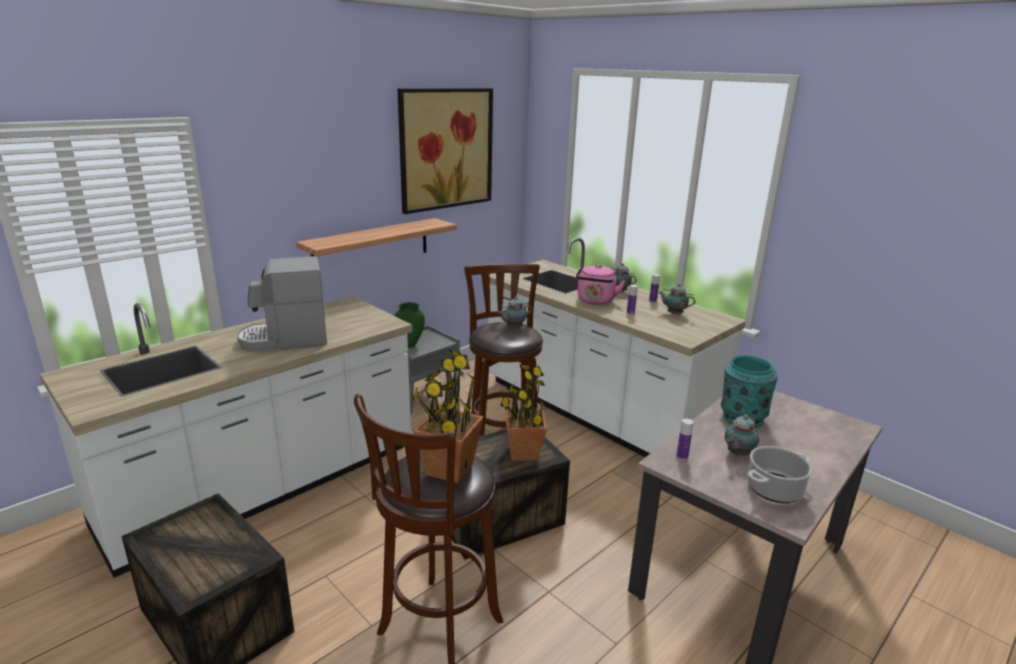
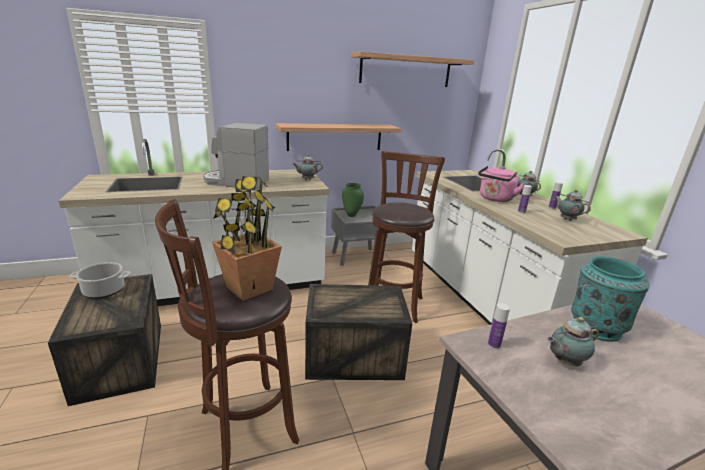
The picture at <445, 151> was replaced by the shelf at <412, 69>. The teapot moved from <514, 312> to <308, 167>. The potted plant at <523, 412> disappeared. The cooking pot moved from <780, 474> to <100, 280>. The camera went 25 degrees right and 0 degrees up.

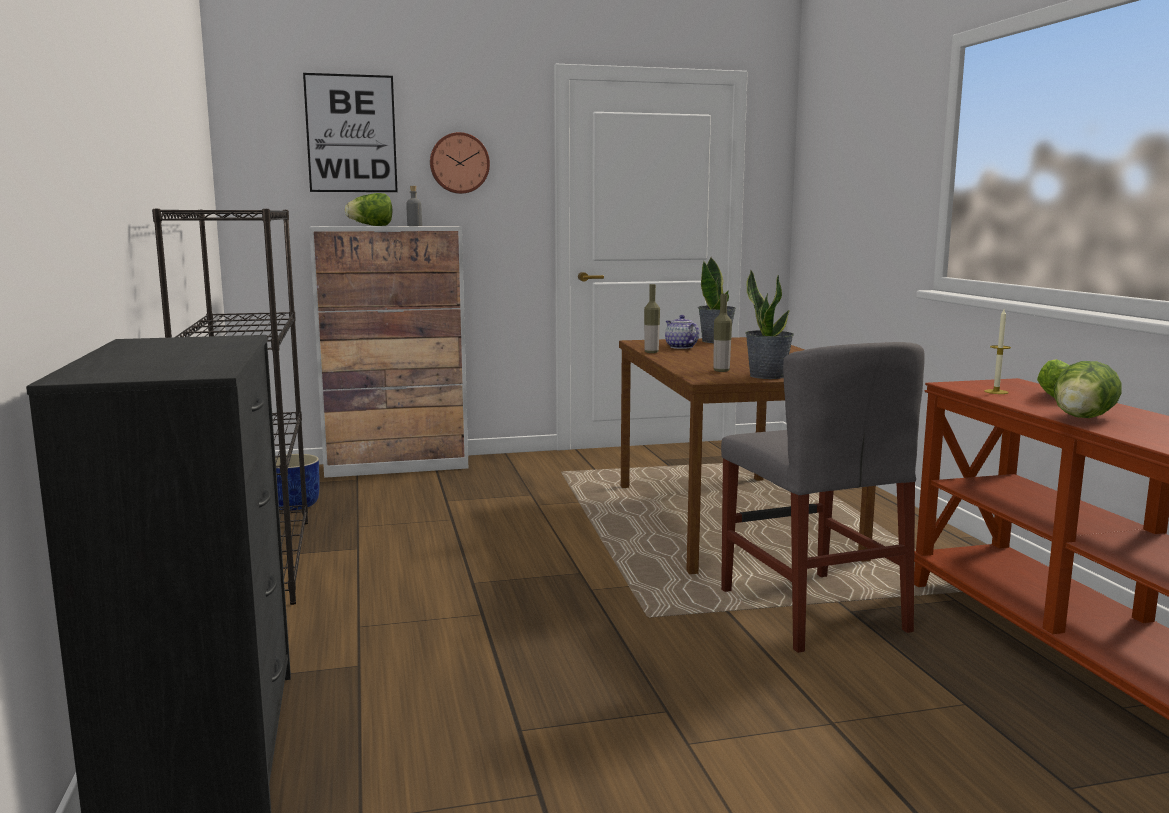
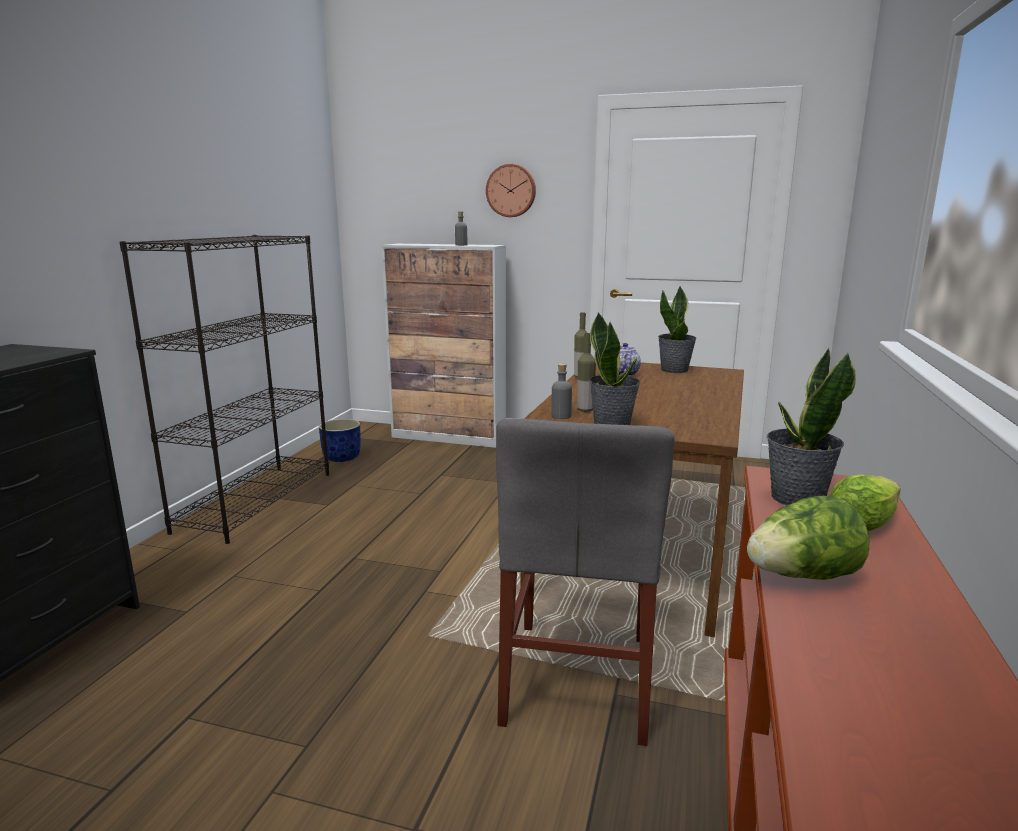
The picture at <350, 132> disappeared. The lettuce at <368, 209> disappeared. The candle at <997, 351> was replaced by the potted plant at <811, 426>. The grey bottle at <562, 391> appeared. The camera went 30 degrees right and 5 degrees up.

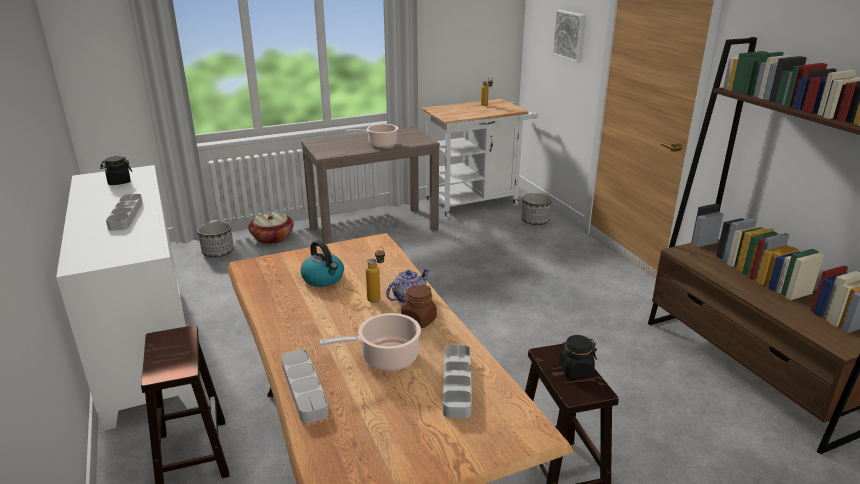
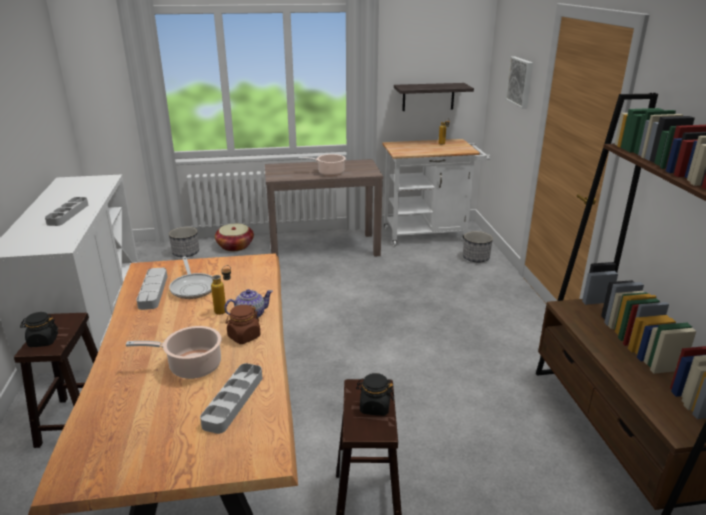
The black jar moved from <116, 170> to <39, 329>. The grey tray moved from <305, 386> to <151, 289>. The kettle at <322, 263> was replaced by the frying pan at <191, 277>. The shelf at <434, 97> appeared. The camera went 15 degrees right and 0 degrees up.

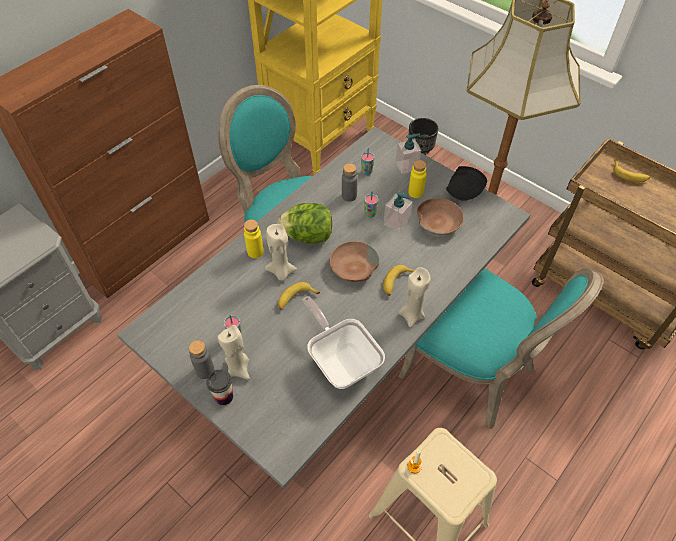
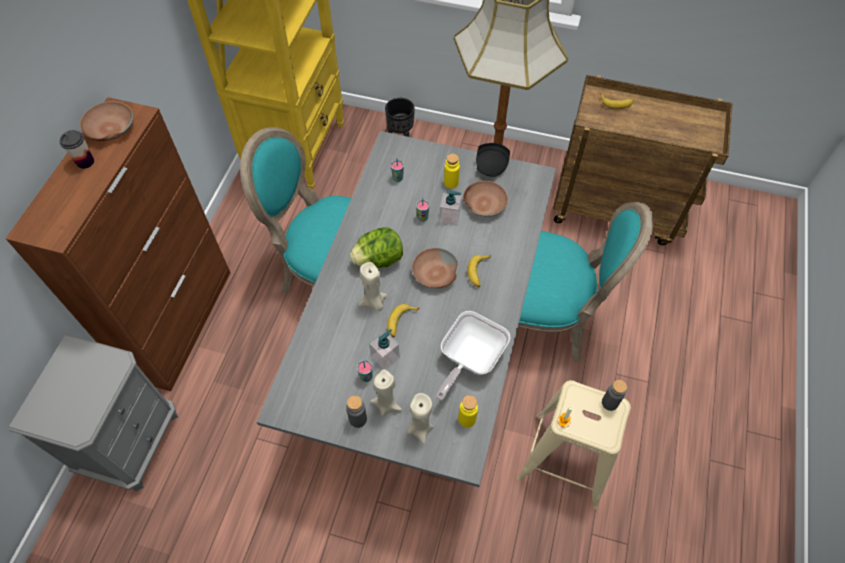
The cup moved from <219, 387> to <77, 149>. The yellow bottle moved from <254, 238> to <468, 411>. The frying pan at <344, 342> turned 90 degrees counterclockwise. The grey bottle moved from <350, 182> to <614, 395>. The soap dispenser moved from <408, 154> to <384, 349>. The beige candle moved from <415, 297> to <420, 418>. The brown bowl at <106, 121> appeared. The camera went 25 degrees left and 5 degrees up.

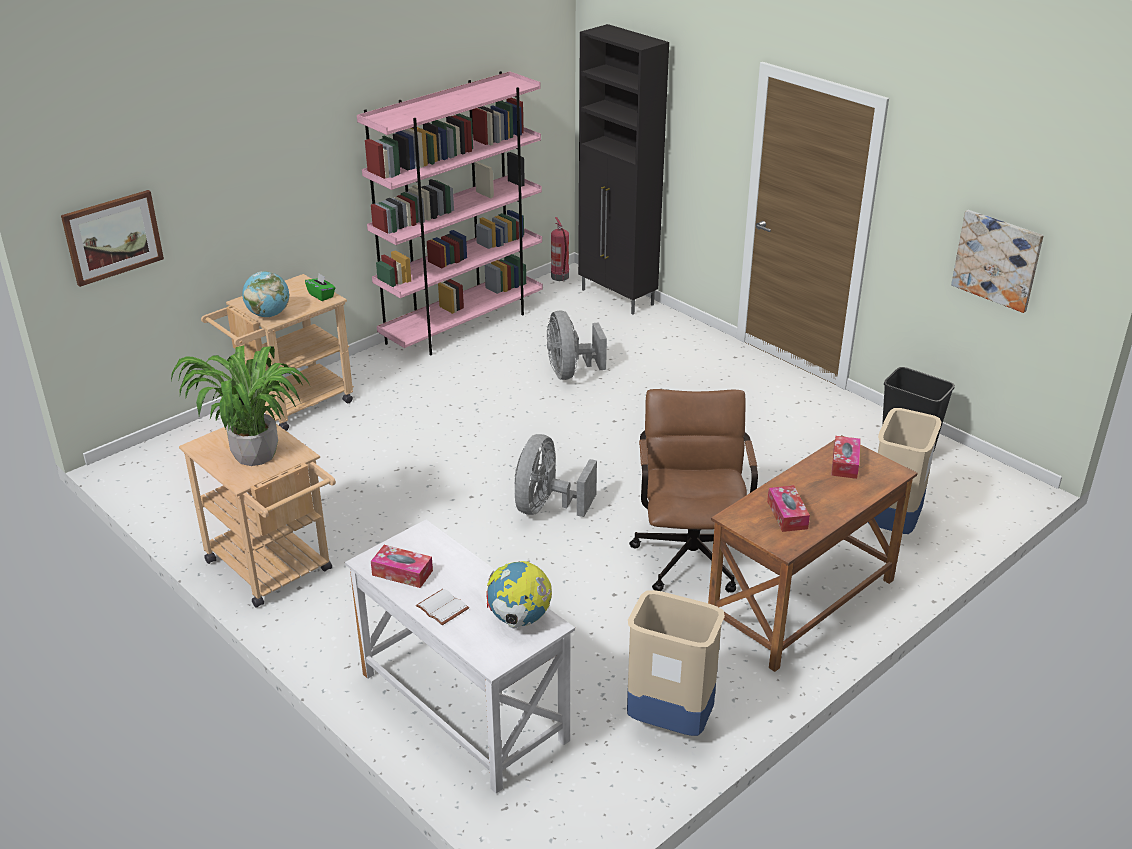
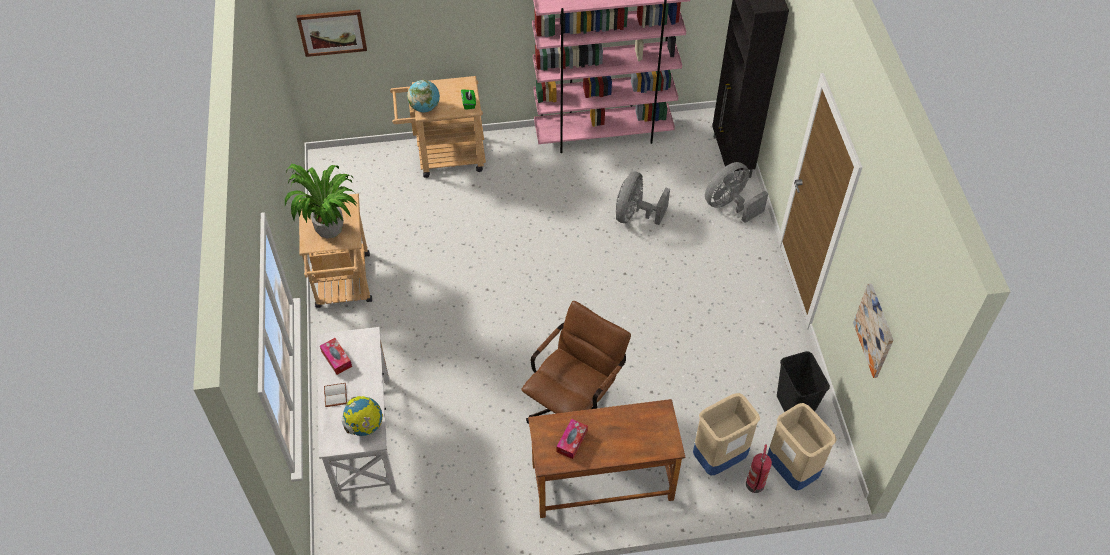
The grey fan moved from <556, 475> to <737, 192>. The fire extinguisher moved from <560, 249> to <759, 468>. The beige trash can moved from <676, 663> to <802, 447>. The tissue box at <846, 457> disappeared. The camera went 35 degrees right and 20 degrees up.

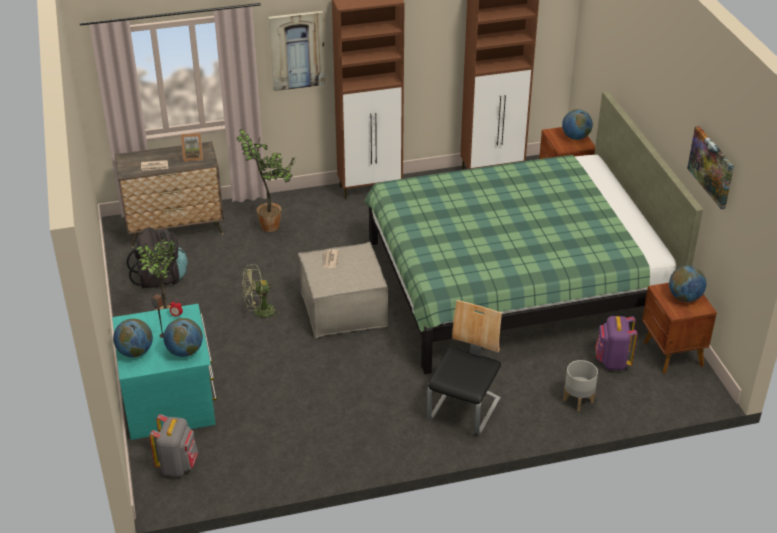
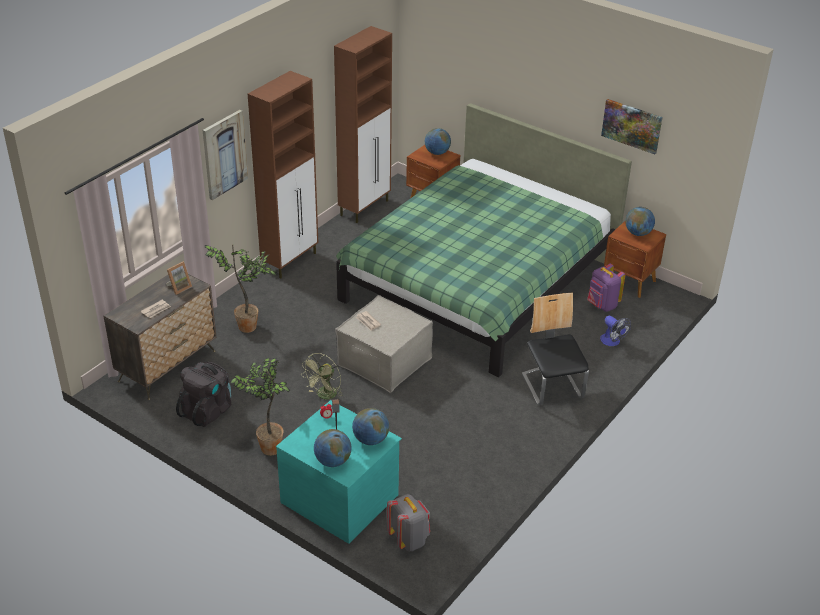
The grey planter at <580, 386> was replaced by the fan at <615, 331>. The camera went 40 degrees left and 0 degrees up.

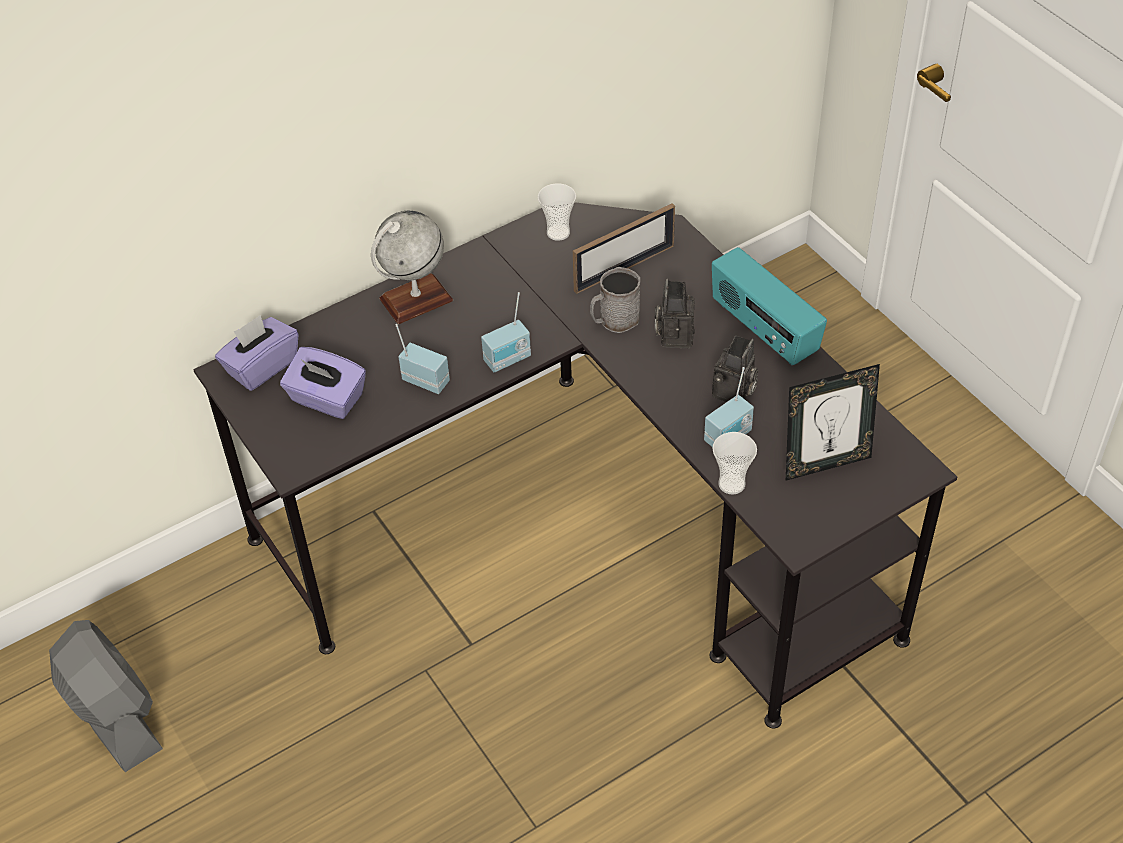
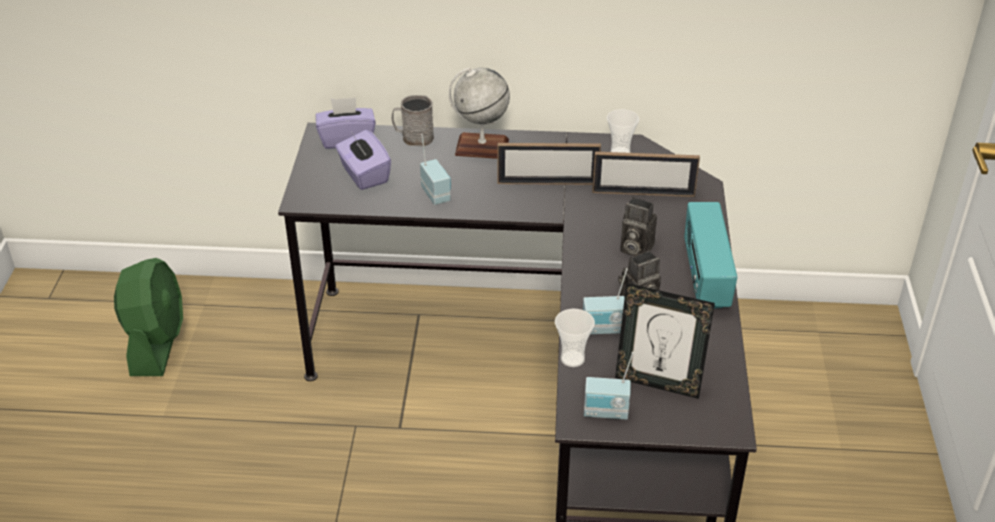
The grey fan at <106, 696> became the green fan at <148, 317>. The radio moved from <506, 332> to <609, 385>. The grey mug moved from <615, 300> to <413, 120>. The photo camera at <675, 313> turned 105 degrees counterclockwise. The picture frame at <549, 164> appeared. The camera went 35 degrees right and 10 degrees down.

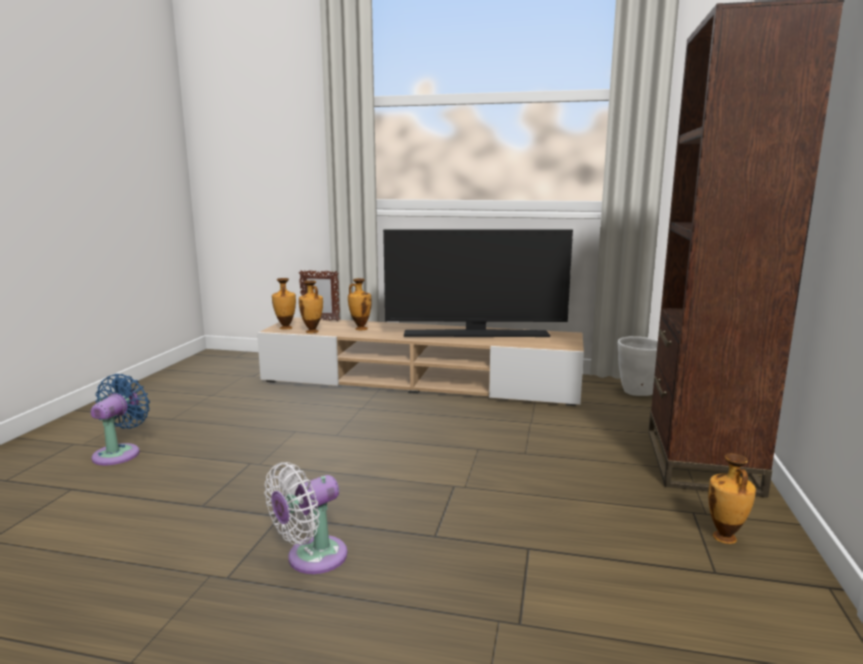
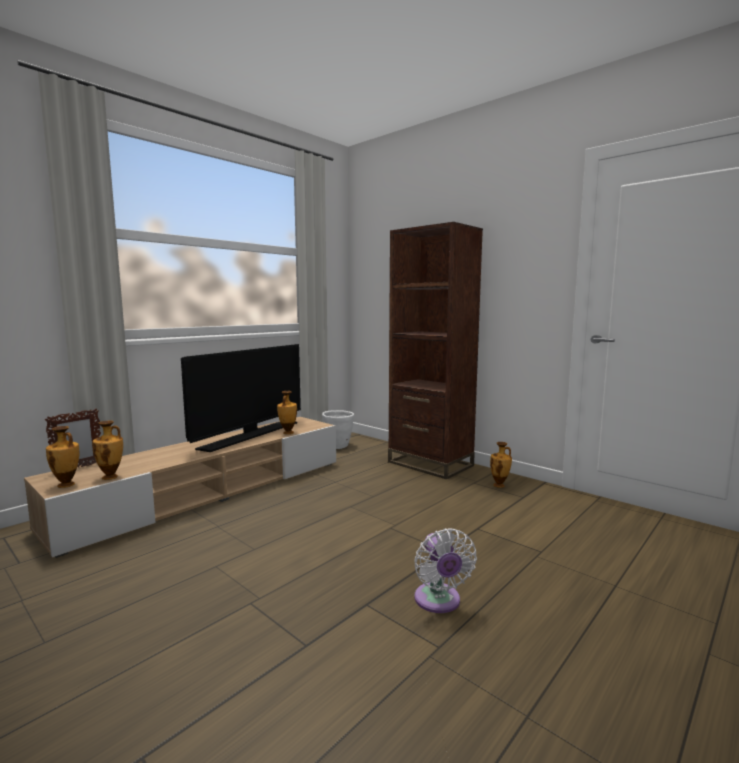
The blue fan at <120, 419> disappeared. The vase moved from <360, 304> to <287, 412>. The camera went 60 degrees left and 5 degrees down.

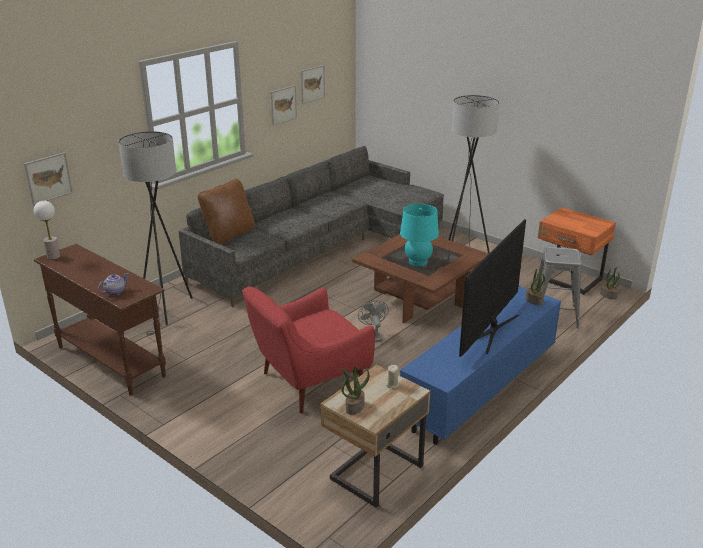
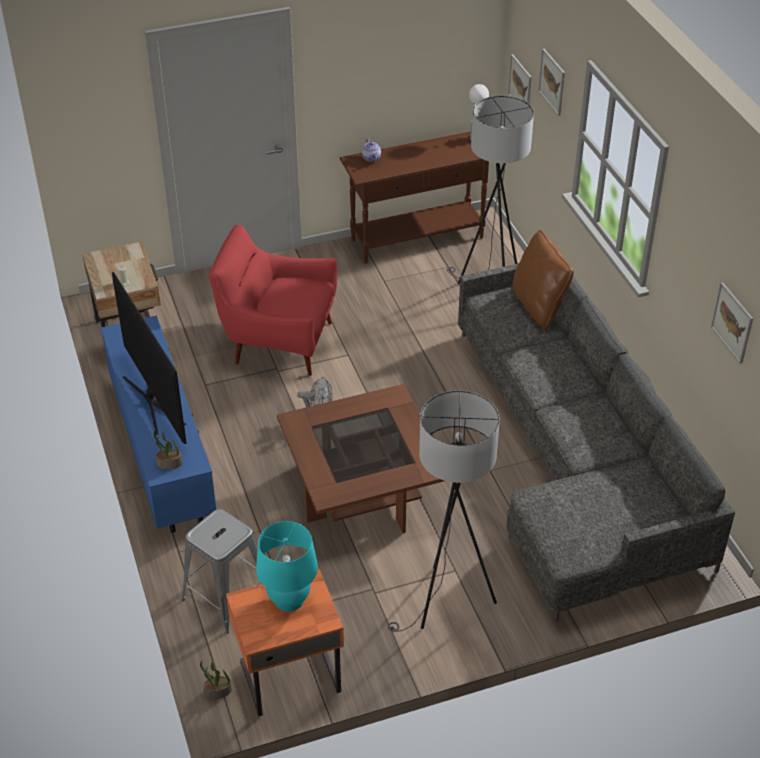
The red armchair at <308, 350> turned 75 degrees counterclockwise. The picture moved from <283, 105> to <551, 82>. The potted plant at <355, 390> disappeared. The turquoise table lamp moved from <419, 235> to <287, 566>. The camera went 120 degrees right and 15 degrees up.

